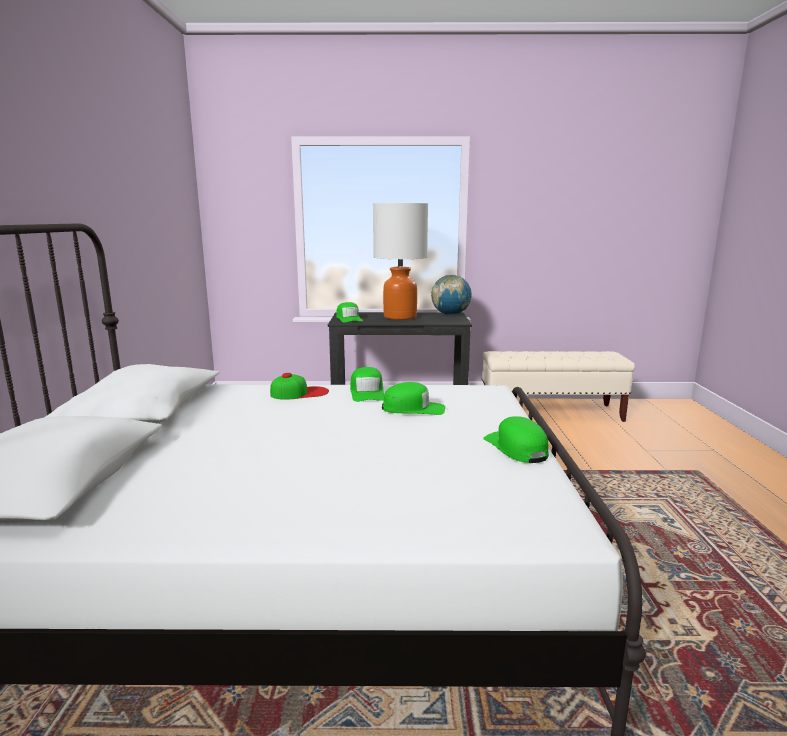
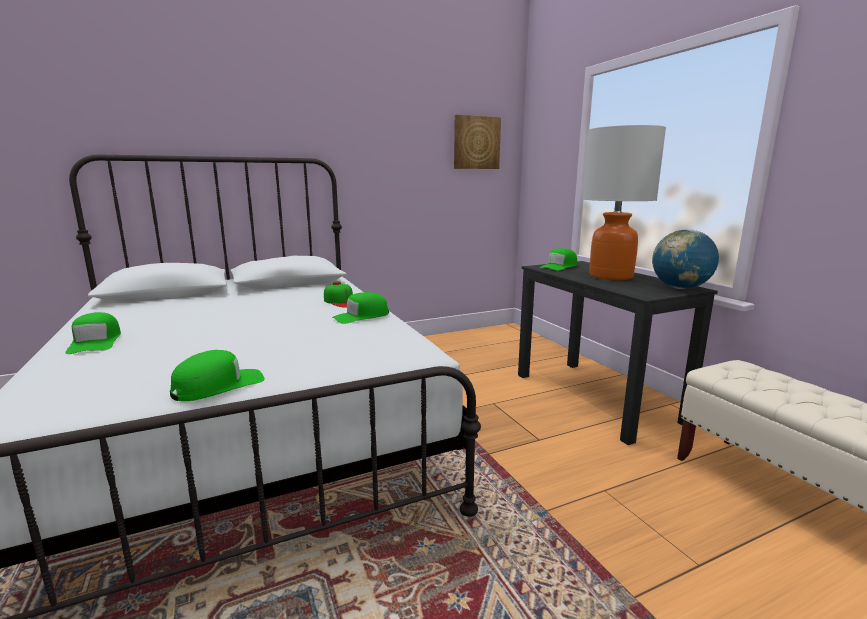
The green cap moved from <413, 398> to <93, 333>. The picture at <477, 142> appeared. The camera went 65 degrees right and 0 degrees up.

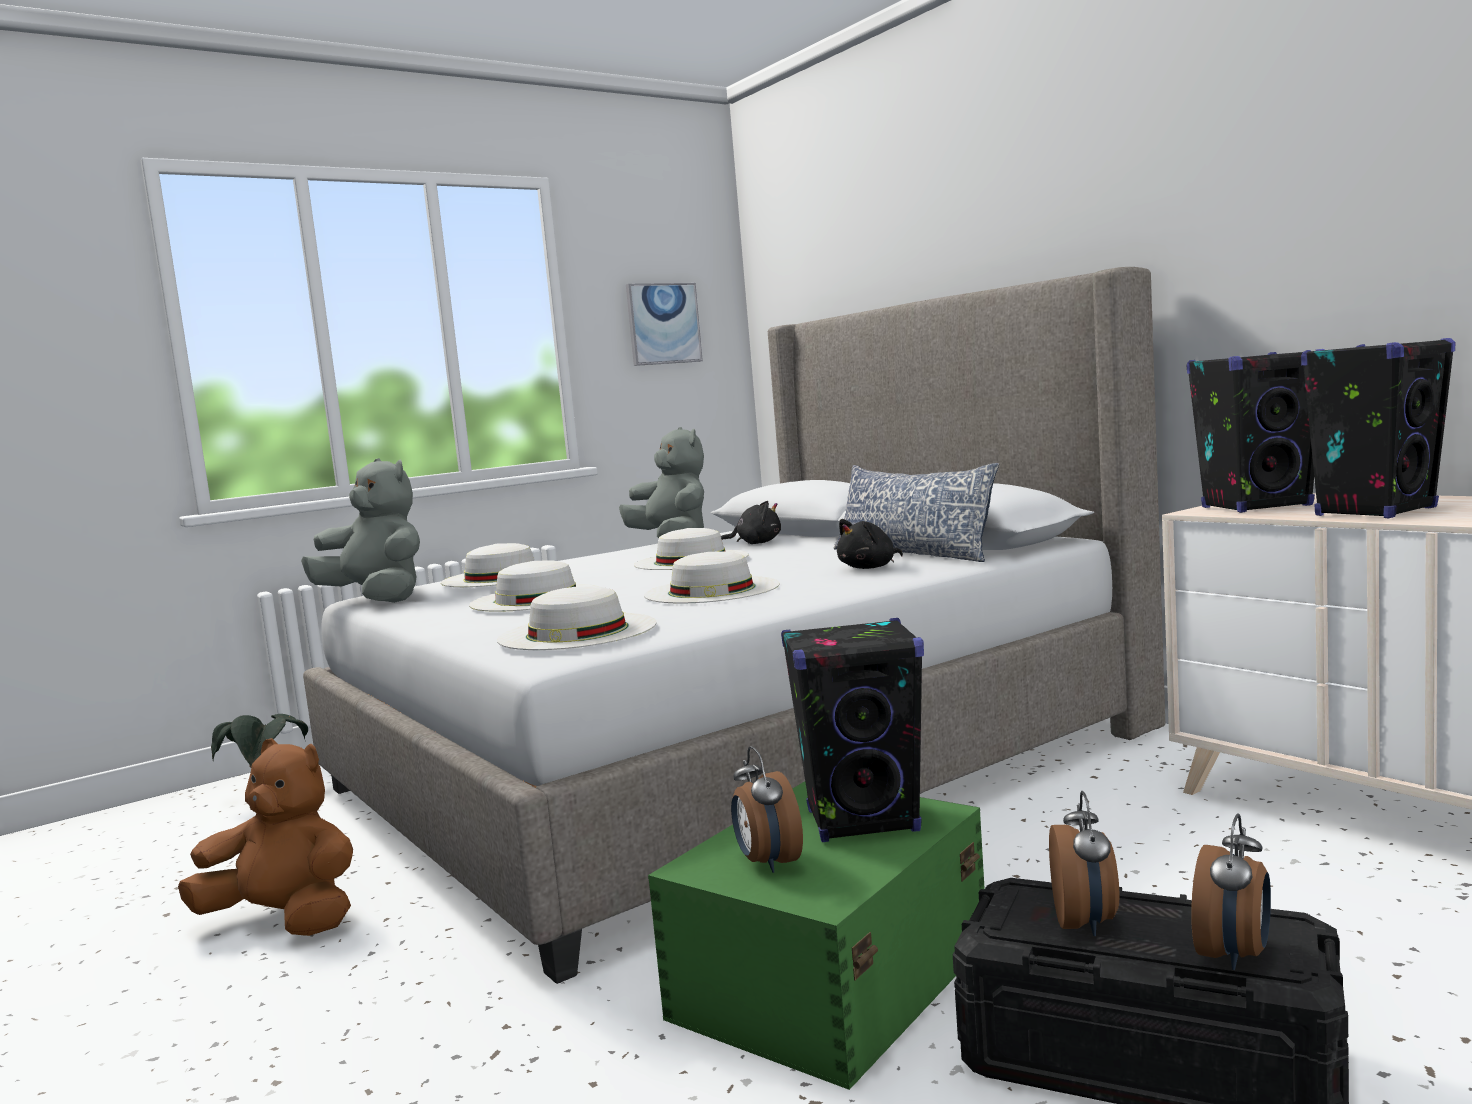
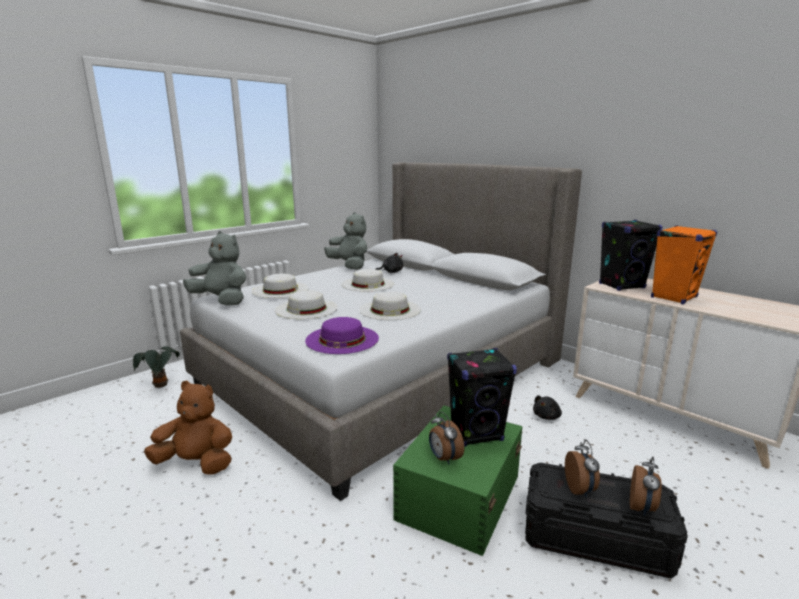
The white hat at <576, 618> became the purple hat at <342, 335>. The picture at <664, 324> disappeared. The pillow at <916, 512> disappeared. The black plush toy moved from <870, 544> to <547, 407>. The black speaker at <1378, 428> became the orange speaker at <684, 264>. The camera went 10 degrees left and 10 degrees up.

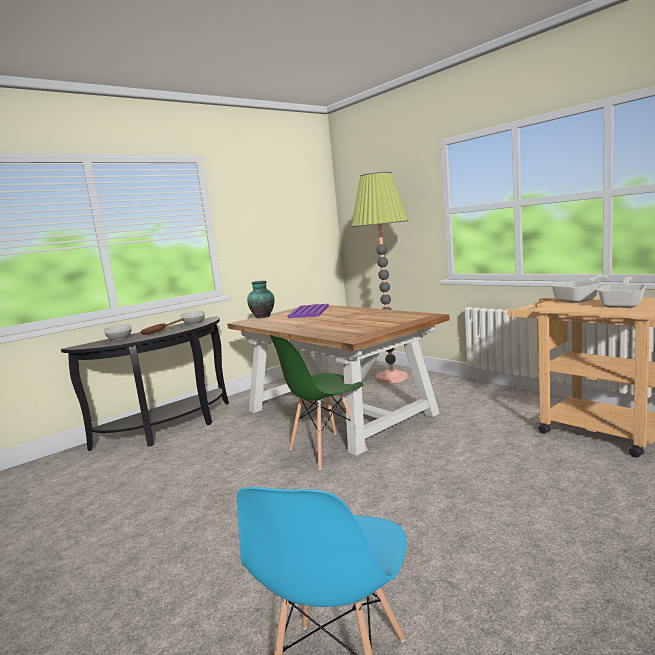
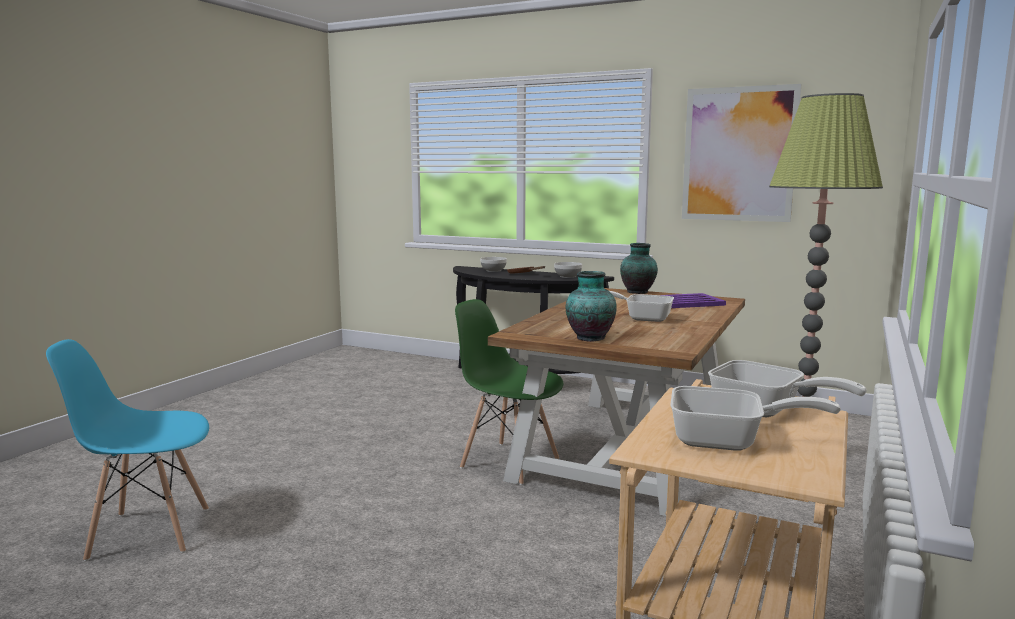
The vase at <591, 306> appeared. The frying pan at <642, 306> appeared. The picture at <741, 153> appeared. The camera went 65 degrees right and 0 degrees up.

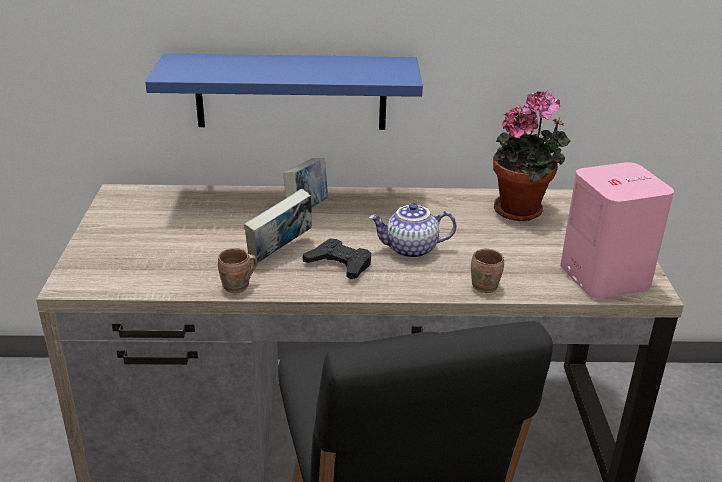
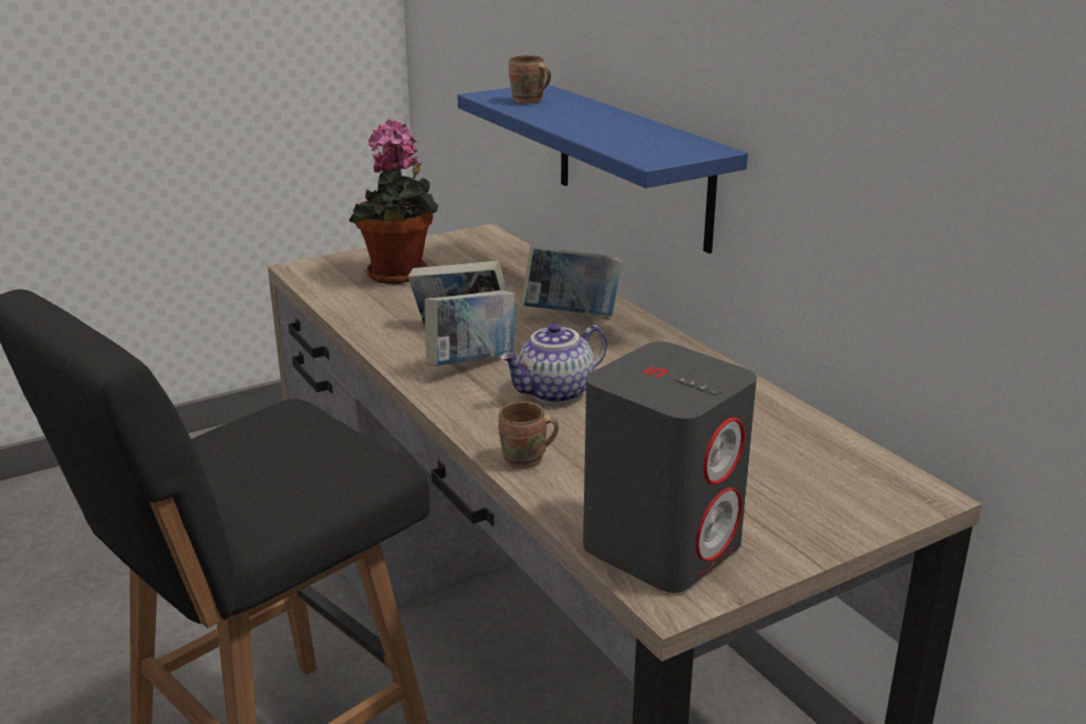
The brown mug moved from <238, 270> to <530, 79>. The black game controller at <337, 258> was replaced by the book at <470, 328>. The teapot at <412, 231> turned 90 degrees counterclockwise. The potted plant moved from <531, 155> to <394, 201>. The pink speaker at <617, 230> became the grey speaker at <670, 467>. The camera went 60 degrees right and 5 degrees down.

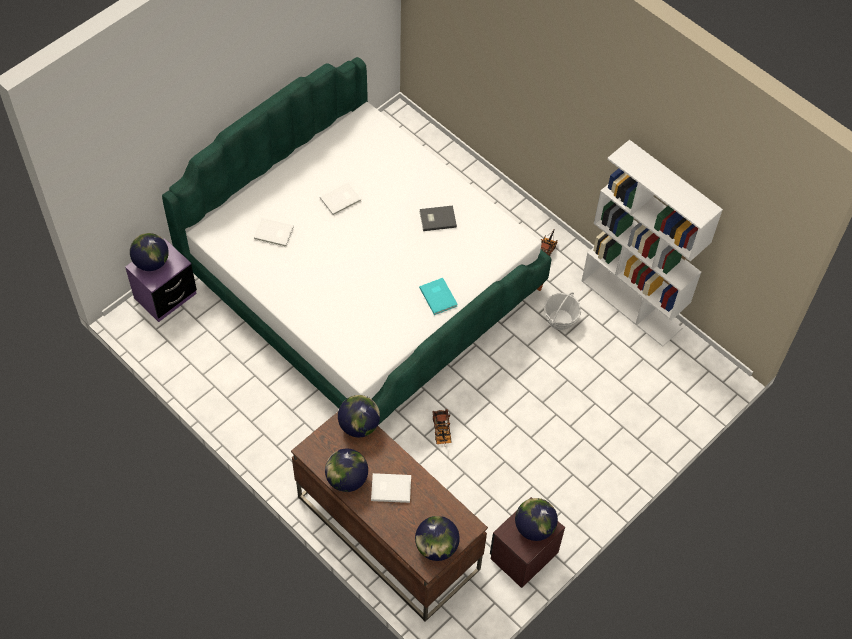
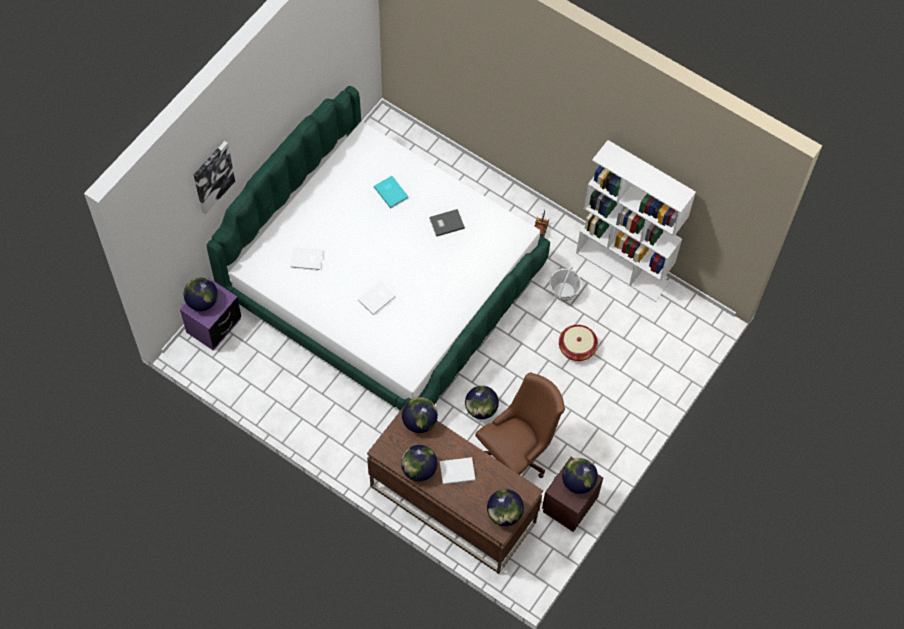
The white book moved from <340, 199> to <377, 298>. The turquoise book moved from <438, 296> to <391, 192>. The toy truck at <442, 426> was replaced by the globe at <482, 402>. The picture at <214, 177> appeared. The brown office chair at <520, 425> appeared. The basket at <578, 343> appeared. The camera went 10 degrees left and 5 degrees up.

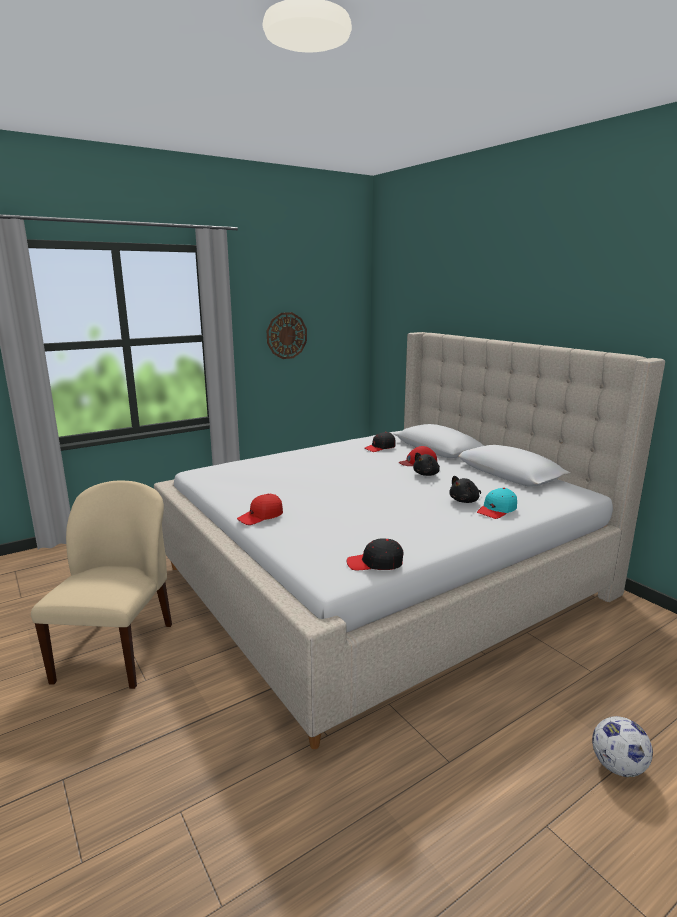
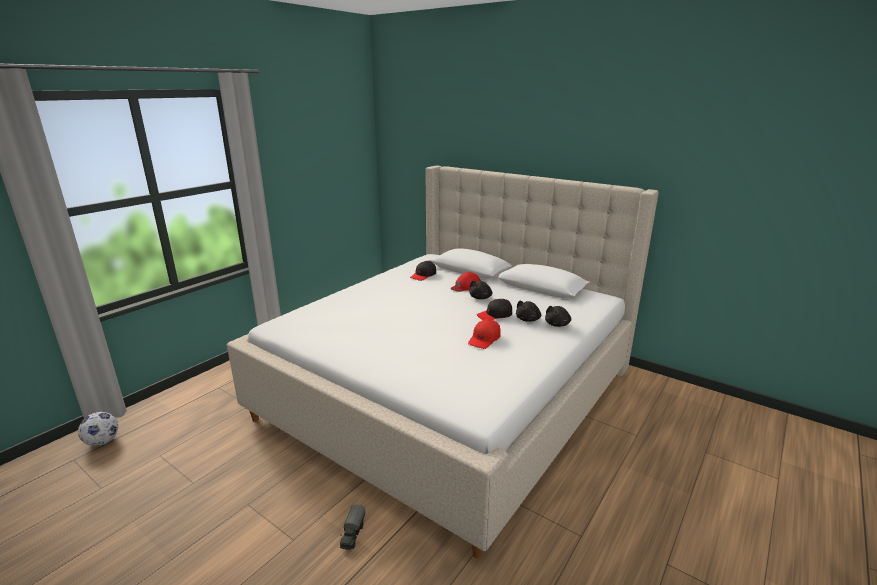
The beige chair at <101, 585> disappeared. The red cap moved from <260, 509> to <484, 334>. The wall clock at <287, 335> disappeared. The black cap moved from <375, 554> to <494, 309>. The turquoise cap at <497, 503> was replaced by the black plush toy at <558, 316>. The football moved from <622, 746> to <98, 429>. The toy truck at <352, 527> appeared. The camera went 20 degrees left and 5 degrees up.

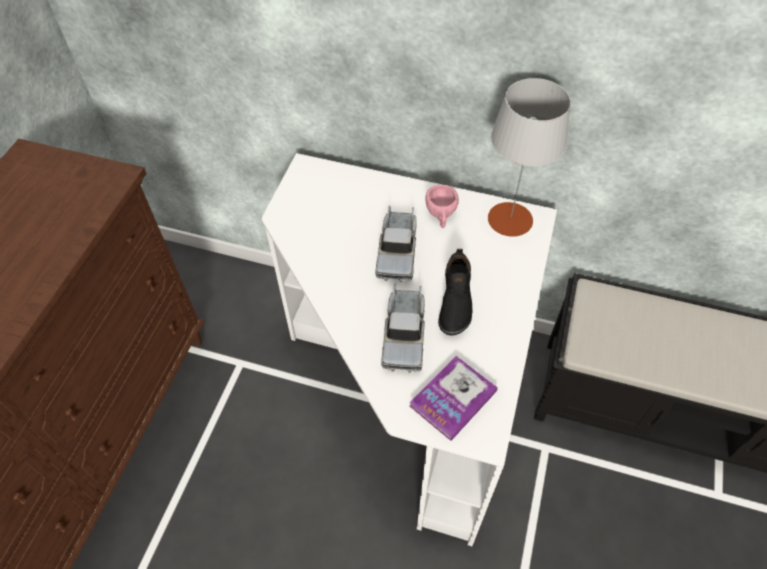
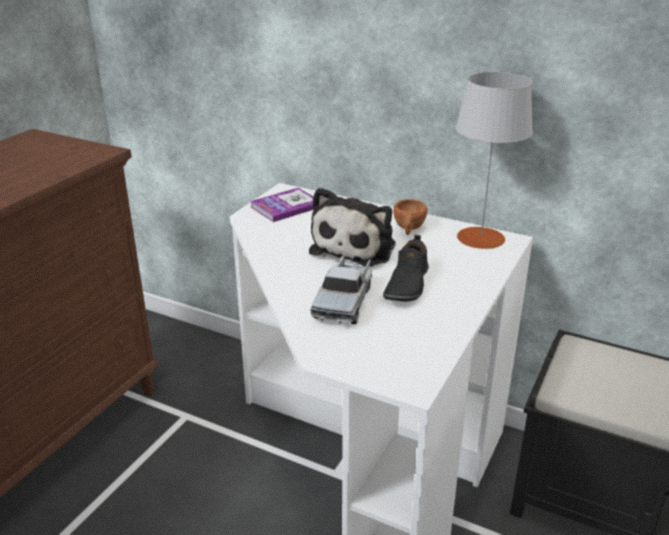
The toy truck at <396, 244> was replaced by the plush toy at <352, 226>. The book moved from <454, 398> to <282, 205>. The pink cup at <442, 206> became the brown cup at <410, 217>. The camera went 10 degrees right and 25 degrees down.

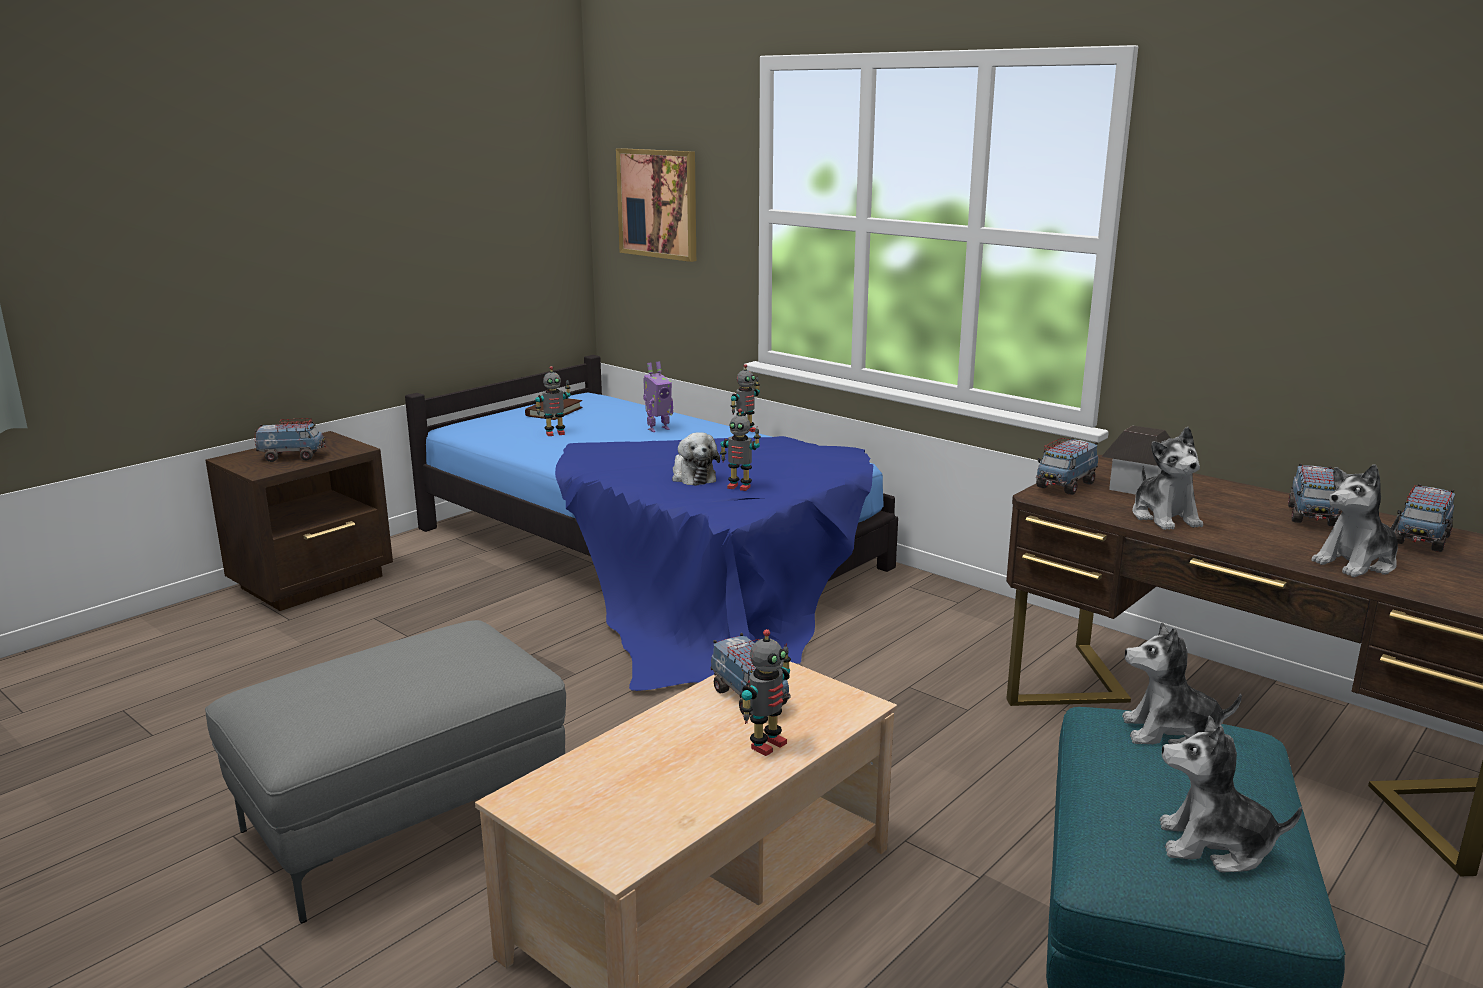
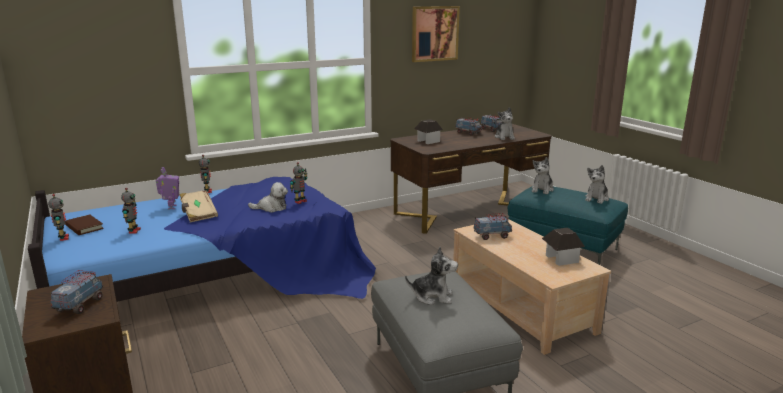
The picture moved from <656, 205> to <436, 34>. The toy robot moved from <765, 692> to <58, 217>. The toy truck at <1067, 466> disappeared. The plush toy moved from <1167, 478> to <431, 276>. The beige book at <198, 206> appeared. The toy house at <563, 246> appeared. The camera went 70 degrees left and 0 degrees up.

